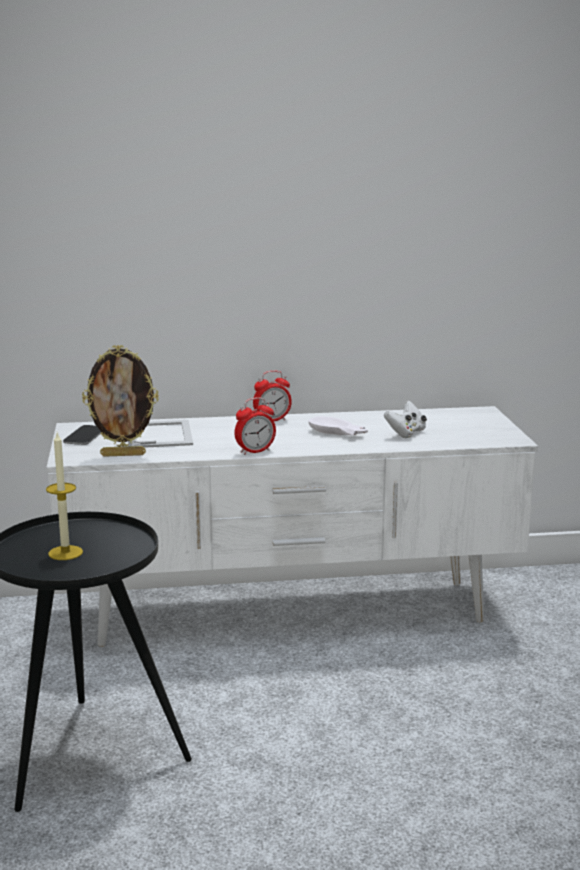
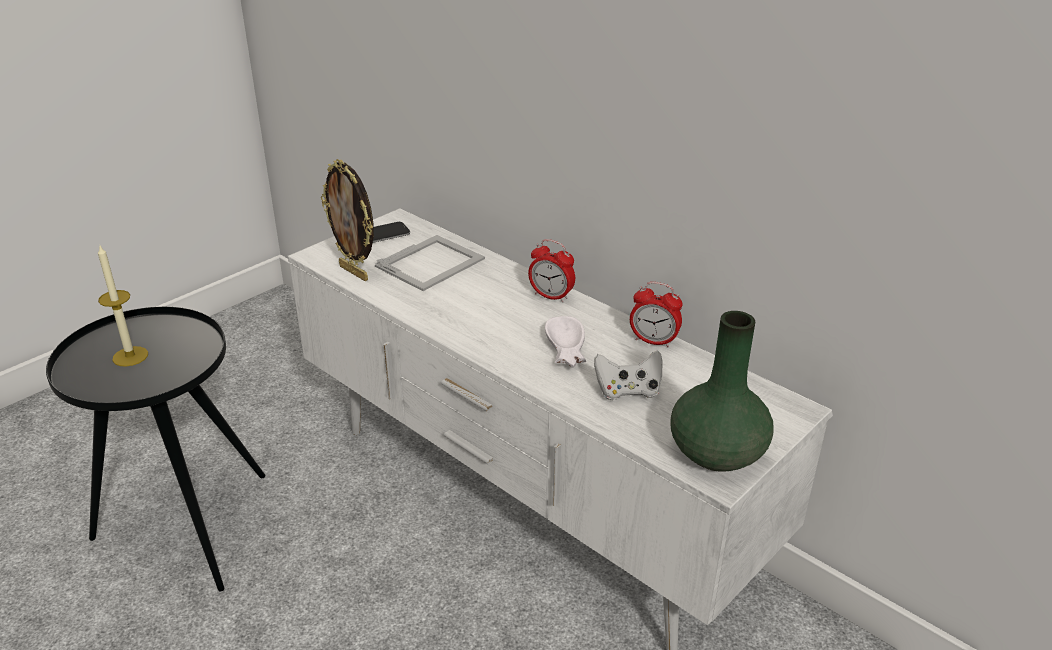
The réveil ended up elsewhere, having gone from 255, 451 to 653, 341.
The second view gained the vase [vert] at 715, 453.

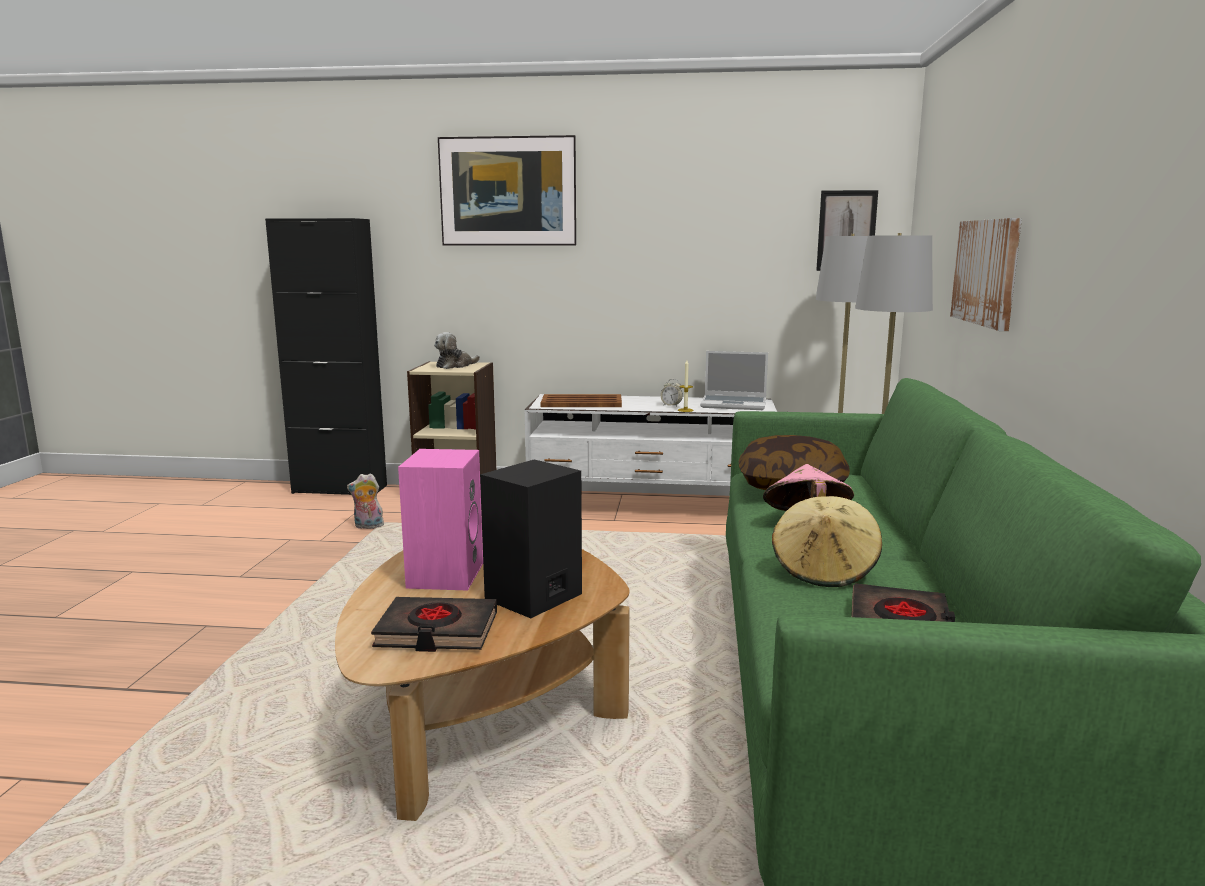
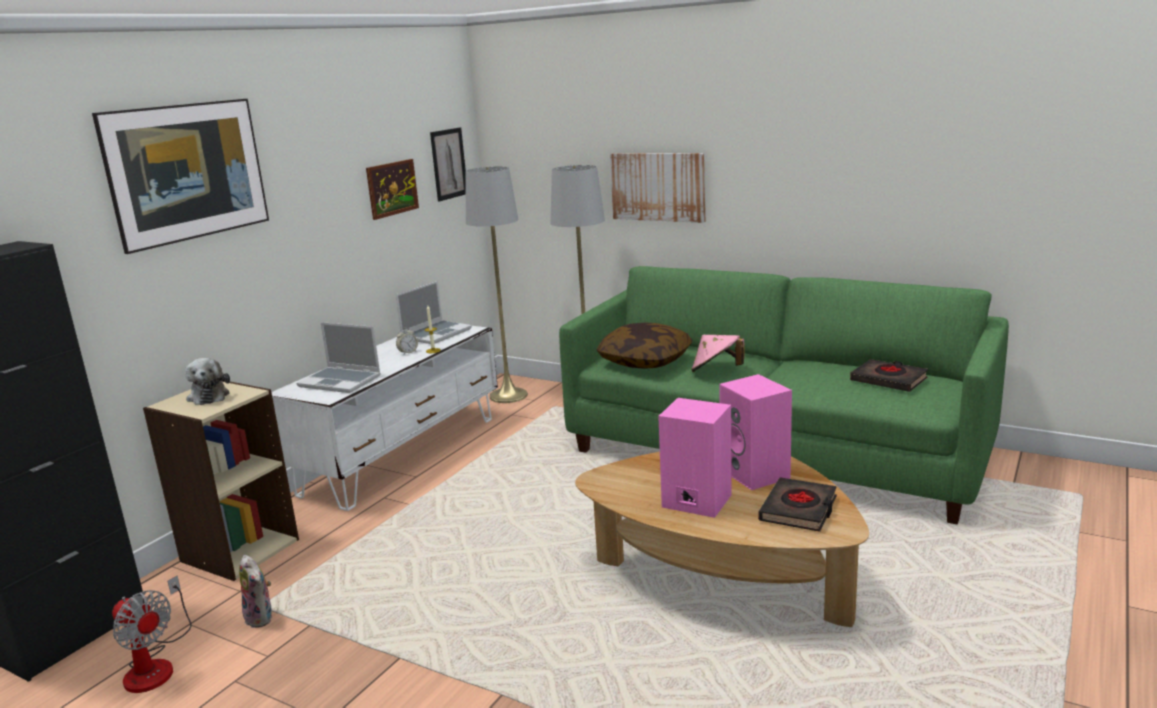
The peluche at 368, 527 ended up facing another way, 60 degrees counterclockwise from before.
What was the enceinte [noir] at 533, 598 turned into the enceinte [rose] at 757, 474.
Where the plateau [marron] stood at 582, 402, the ordinateur portable came to stand at 341, 381.
The second view lost the chapeau [beige] at 824, 571.
The second view gained the ventilateur at 155, 665.
The second view gained the tableau at 392, 188.

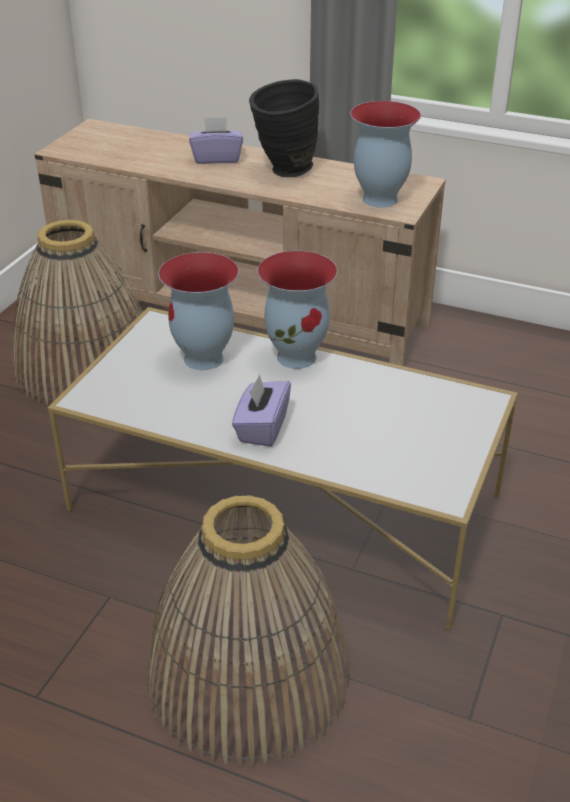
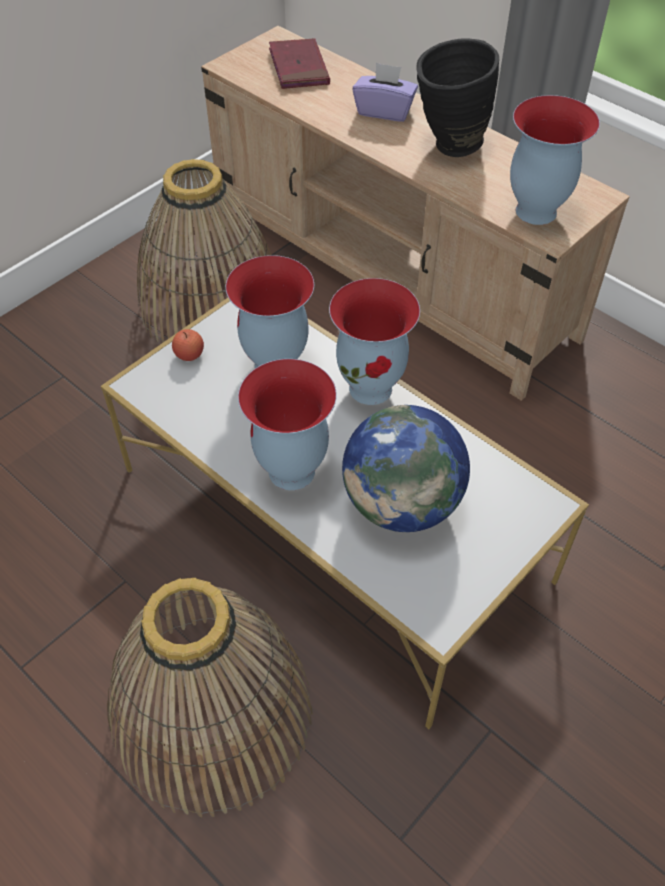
Where the boîte à mouchoirs [violet] stood at 262, 428, the vase came to stand at 292, 472.
The second view gained the pomme at 189, 355.
The second view gained the livre [rouge] at 299, 68.
The second view gained the globe at 402, 503.

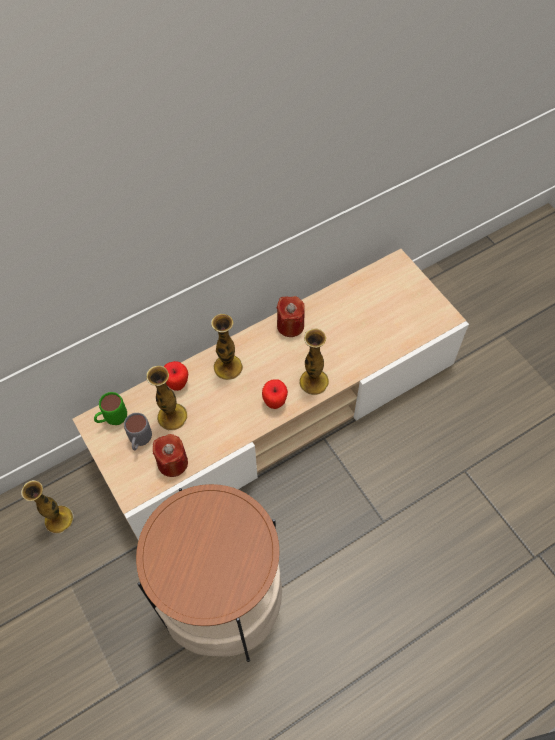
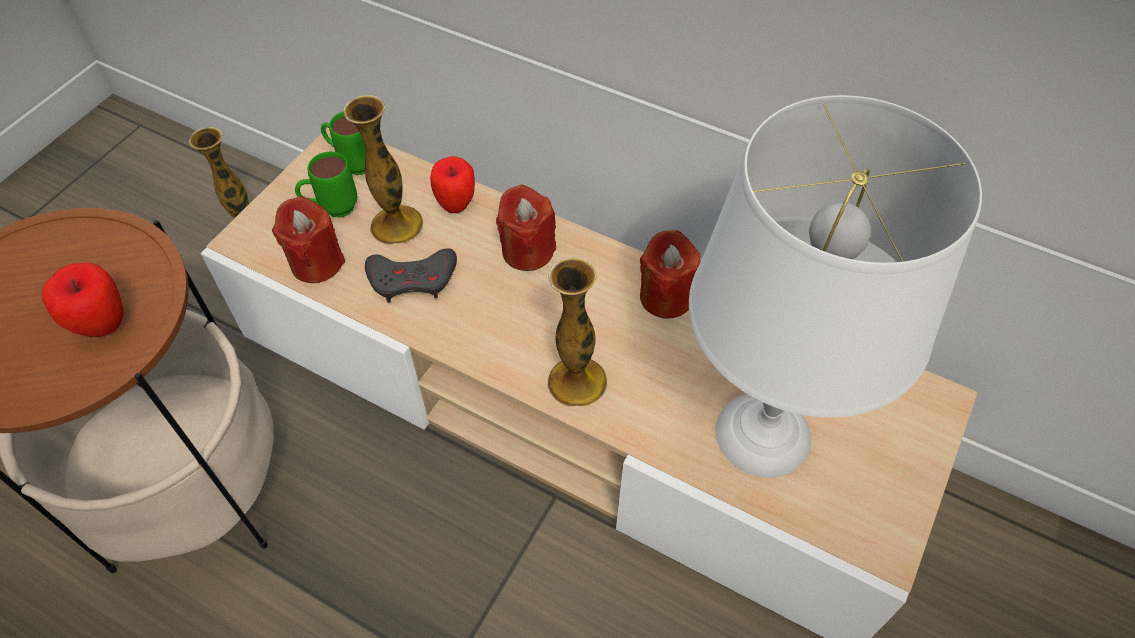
What was the mug [gris] at 140, 442 turned into the mug [vert] at 332, 210.
Where the vase stood at 228, 367, the bougie [rouge] came to stand at 527, 251.
The pomme ended up elsewhere, having gone from 275, 403 to 104, 326.
The second view gained the manette [gris] at 412, 279.
The second view gained the lampe de table [blanc] at 763, 435.

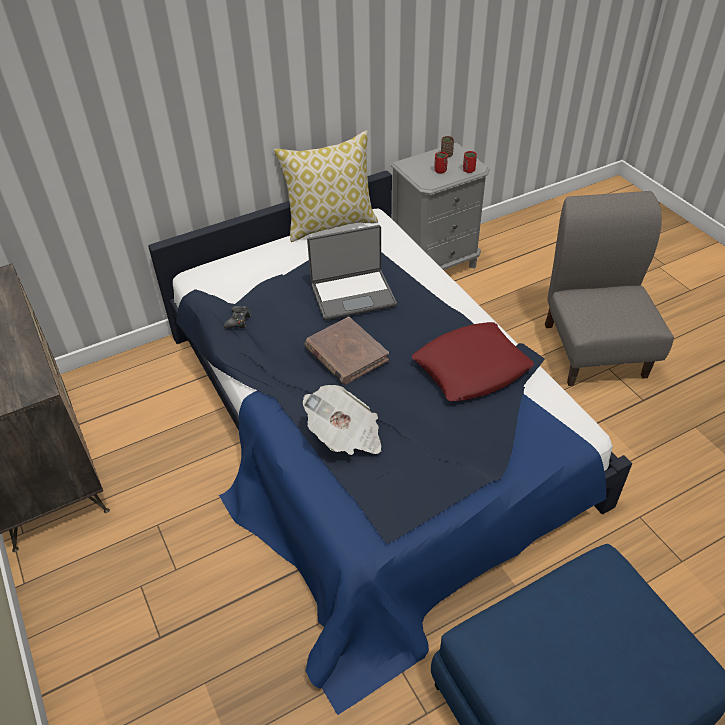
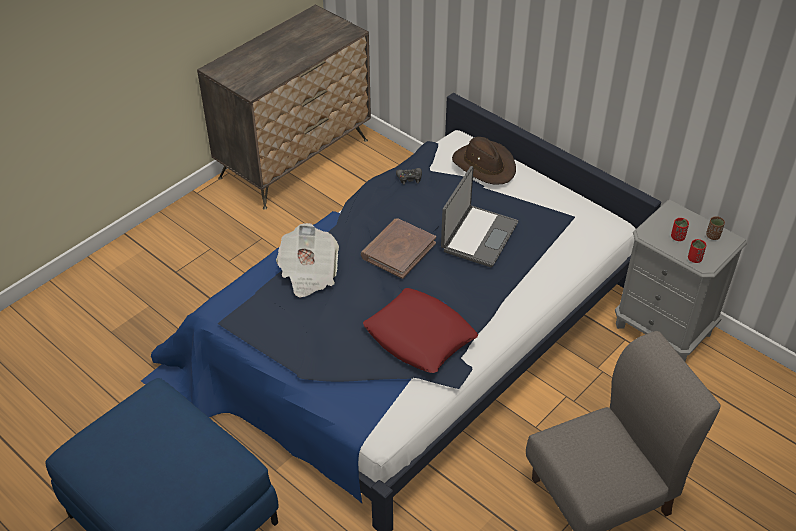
The second view lost the coussin at 330, 224.
The ordinateur portable at 353, 294 ended up facing another way, 120 degrees counterclockwise from before.
The second view gained the chapeau [marron] at 484, 165.

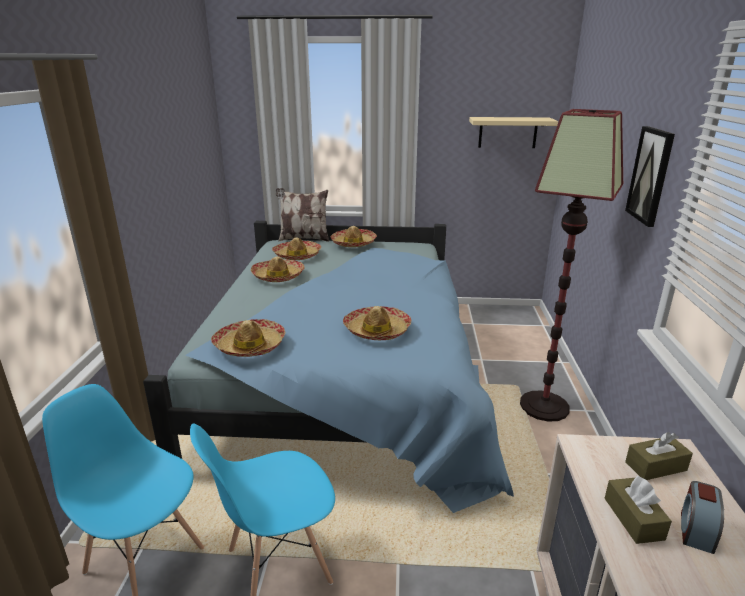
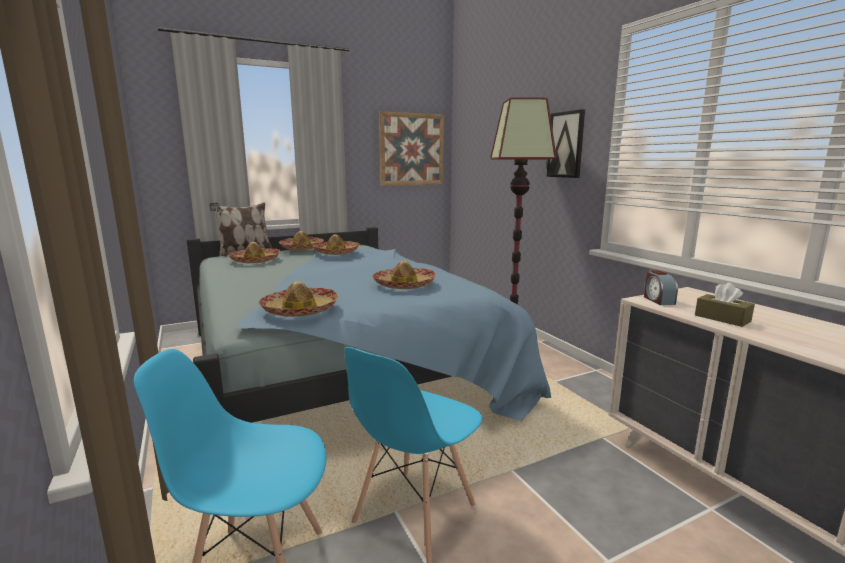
The chapeau ended up elsewhere, having gone from 278, 276 to 336, 252.
Where the étagère [beige] hung at 507, 132, the tableau came to hang at 411, 149.
The second view lost the boîte à mouchoirs [marron] at 655, 466.
The réveil ended up elsewhere, having gone from 696, 530 to 658, 300.

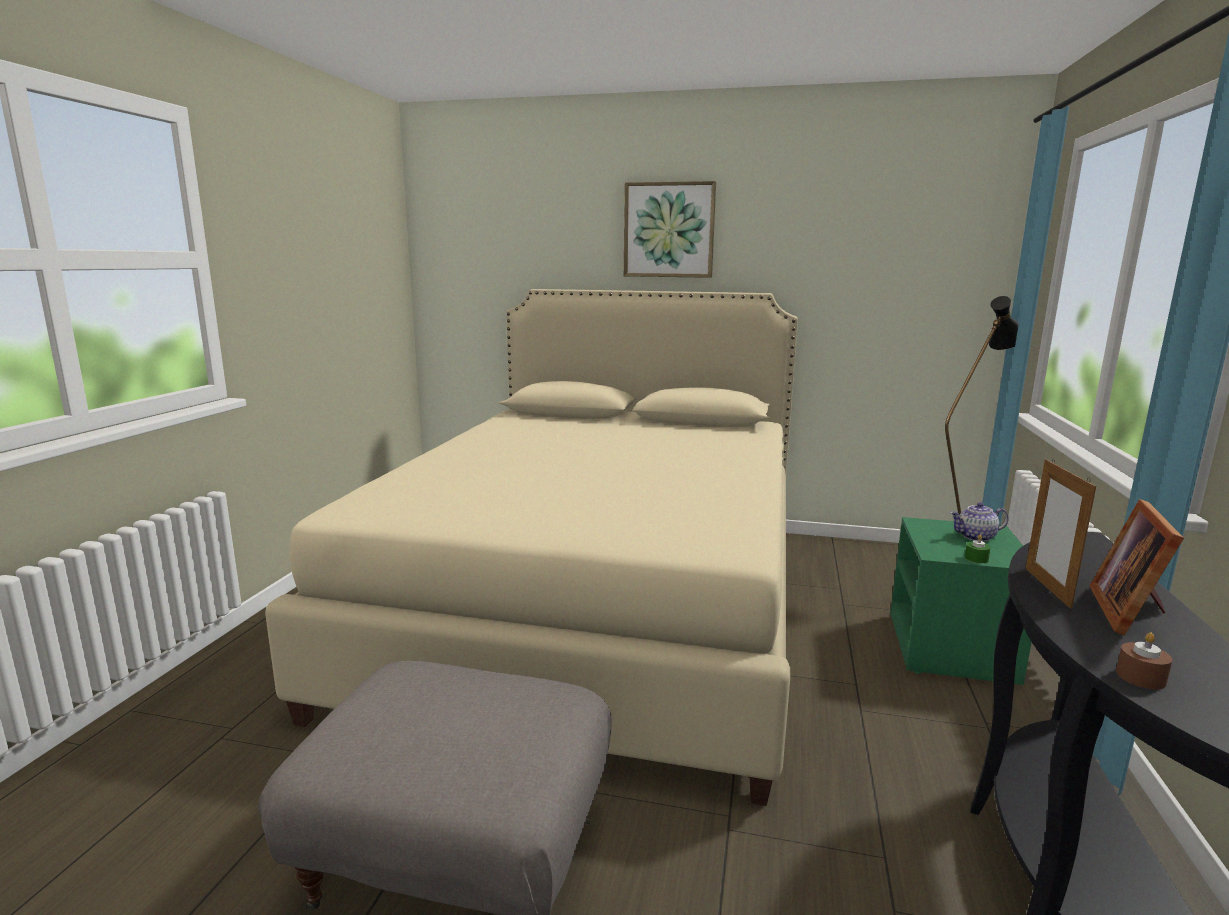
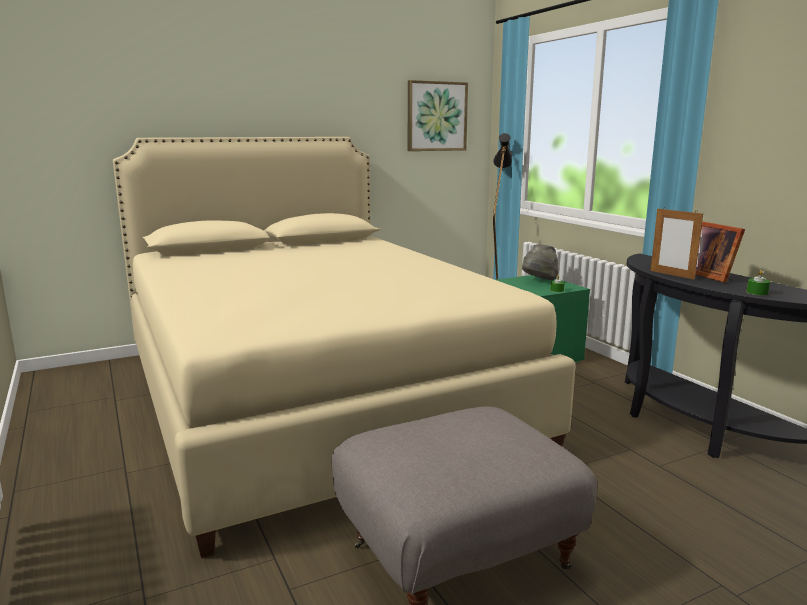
The tableau ended up elsewhere, having gone from 669, 230 to 436, 116.
Where the théière stood at 976, 537, the chapeau [gris] came to stand at 539, 281.
What was the bougie [marron] at 1140, 677 turned into the bougie [vert] at 757, 292.

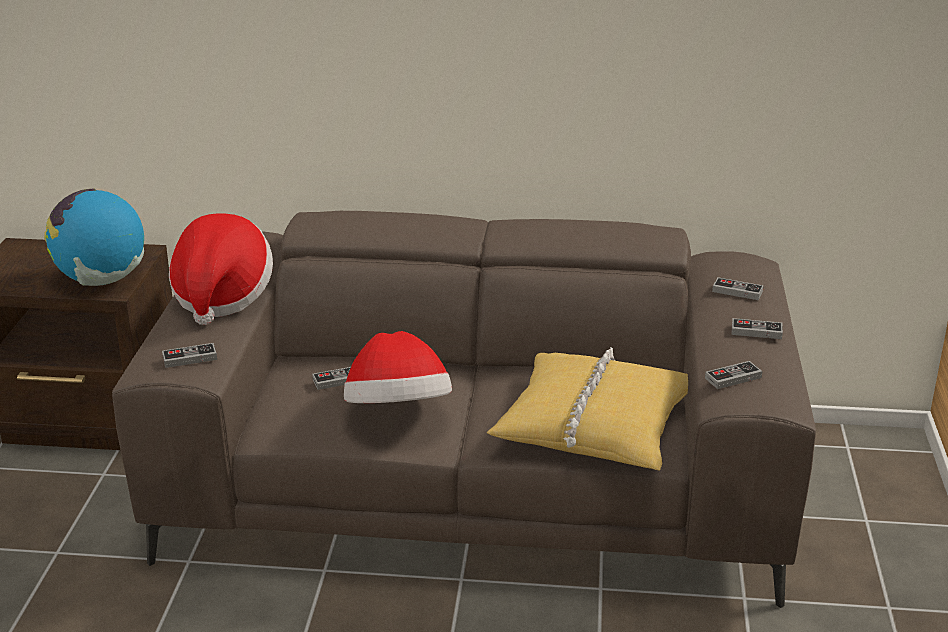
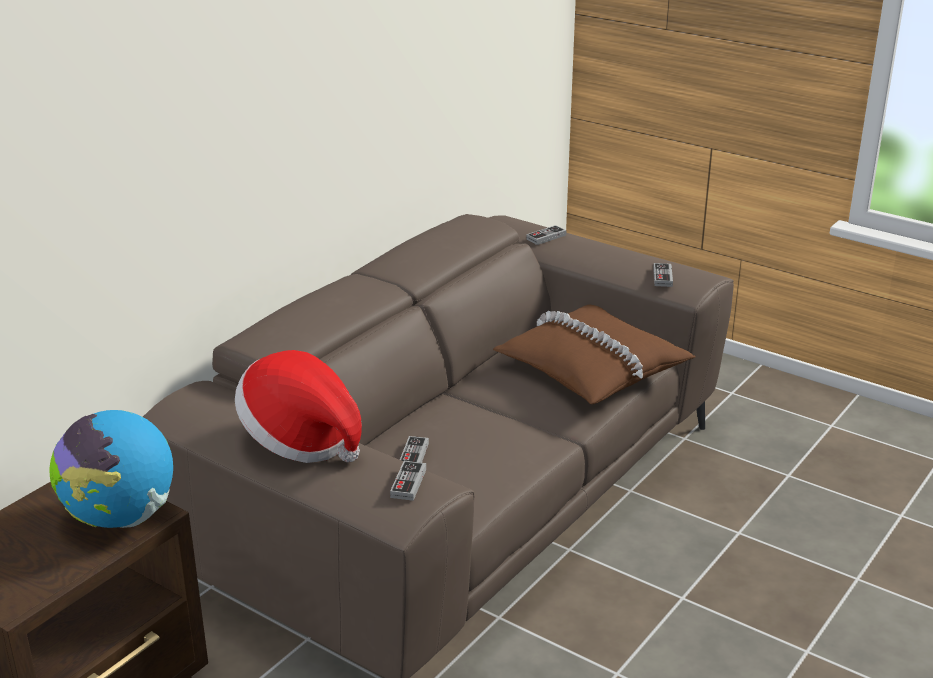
The second view lost the chapeau at 398, 413.
What was the coussin [jaune] at 594, 426 turned into the coussin [marron] at 591, 369.
The second view lost the manette at 756, 331.

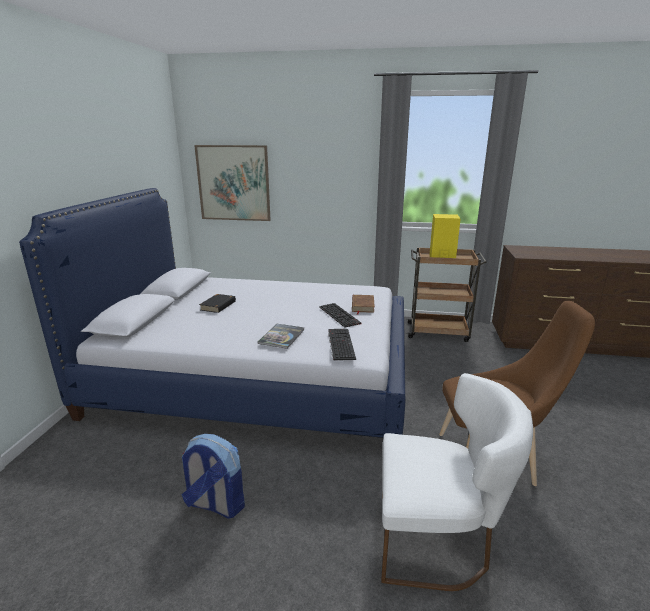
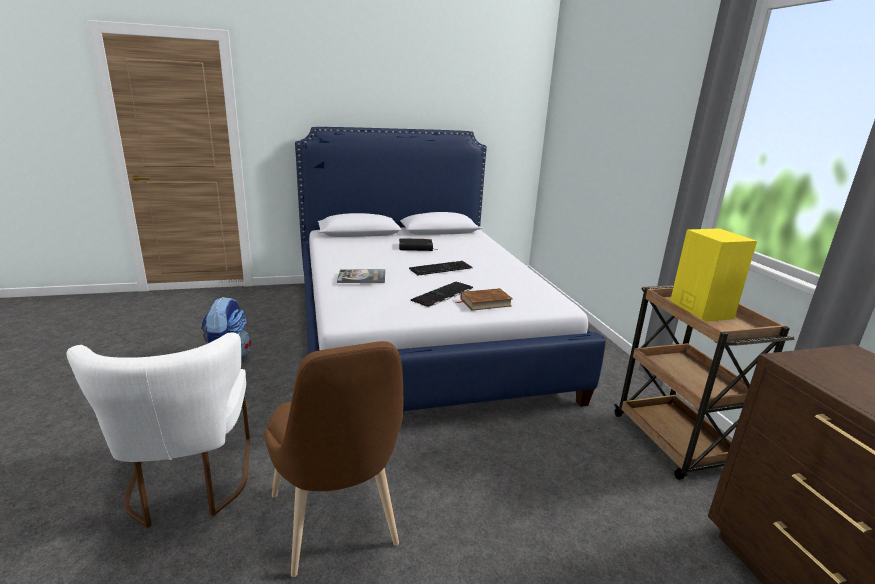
The second view lost the tableau at 233, 183.
The clavier ended up elsewhere, having gone from 340, 344 to 441, 268.

